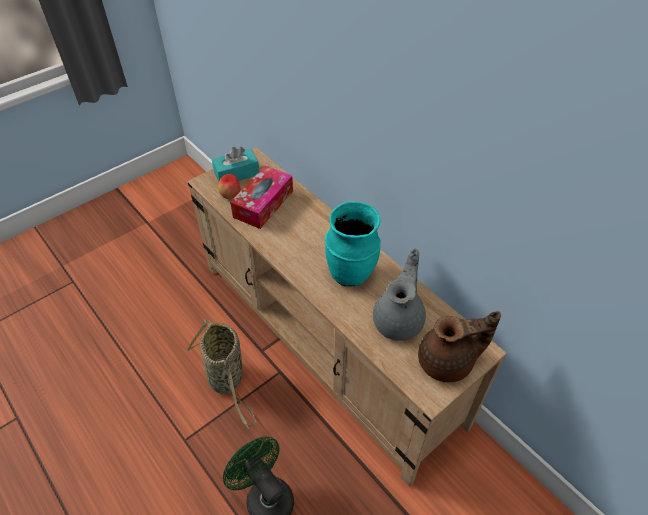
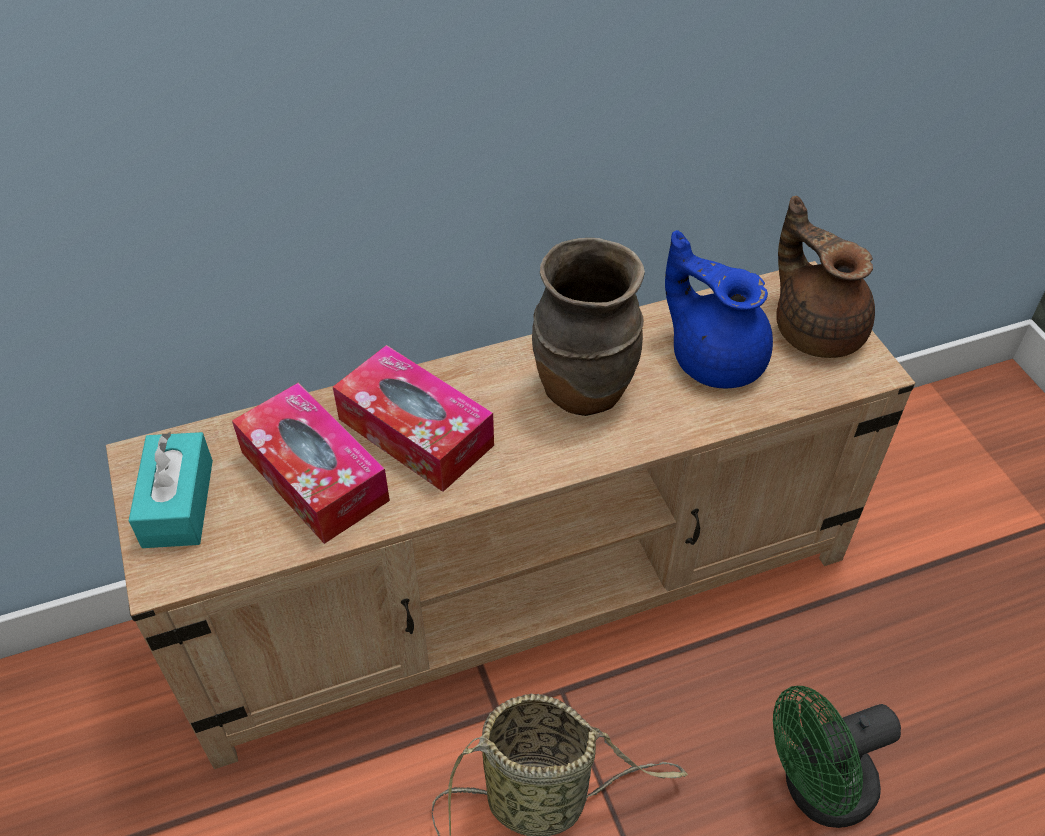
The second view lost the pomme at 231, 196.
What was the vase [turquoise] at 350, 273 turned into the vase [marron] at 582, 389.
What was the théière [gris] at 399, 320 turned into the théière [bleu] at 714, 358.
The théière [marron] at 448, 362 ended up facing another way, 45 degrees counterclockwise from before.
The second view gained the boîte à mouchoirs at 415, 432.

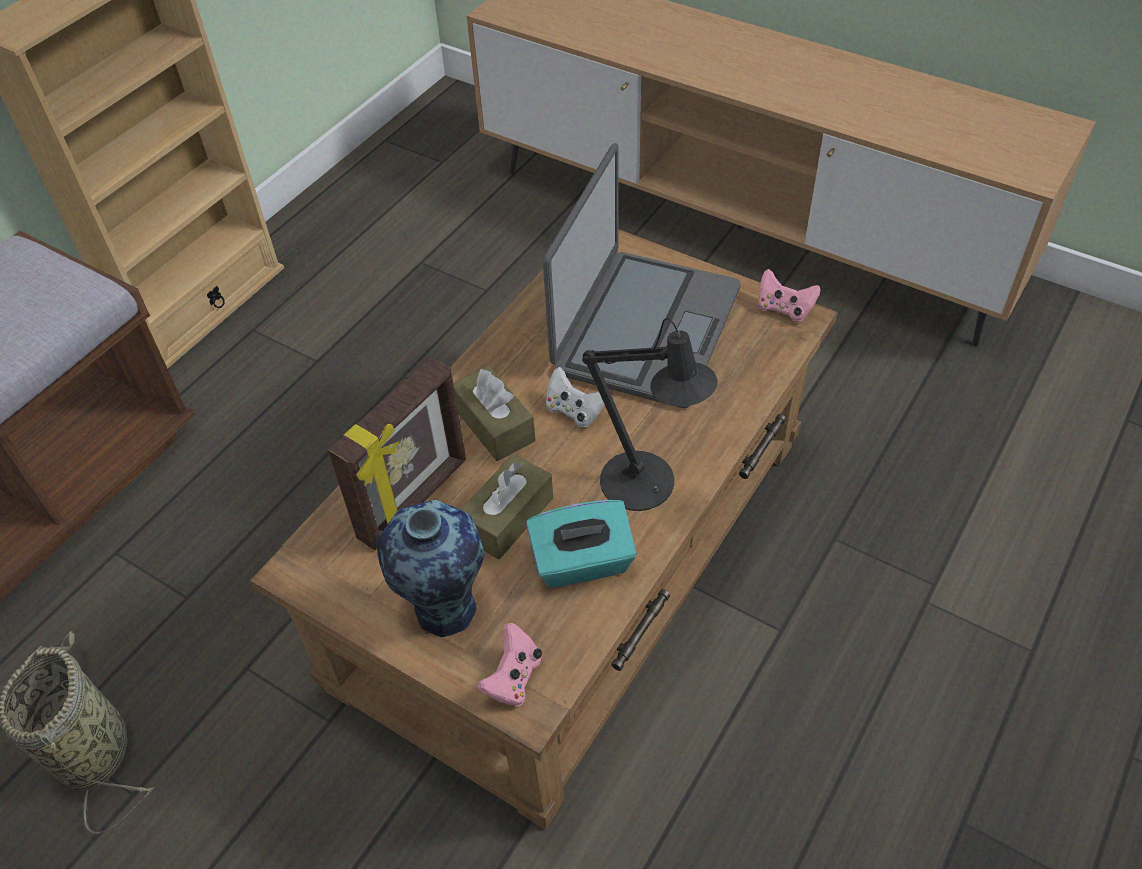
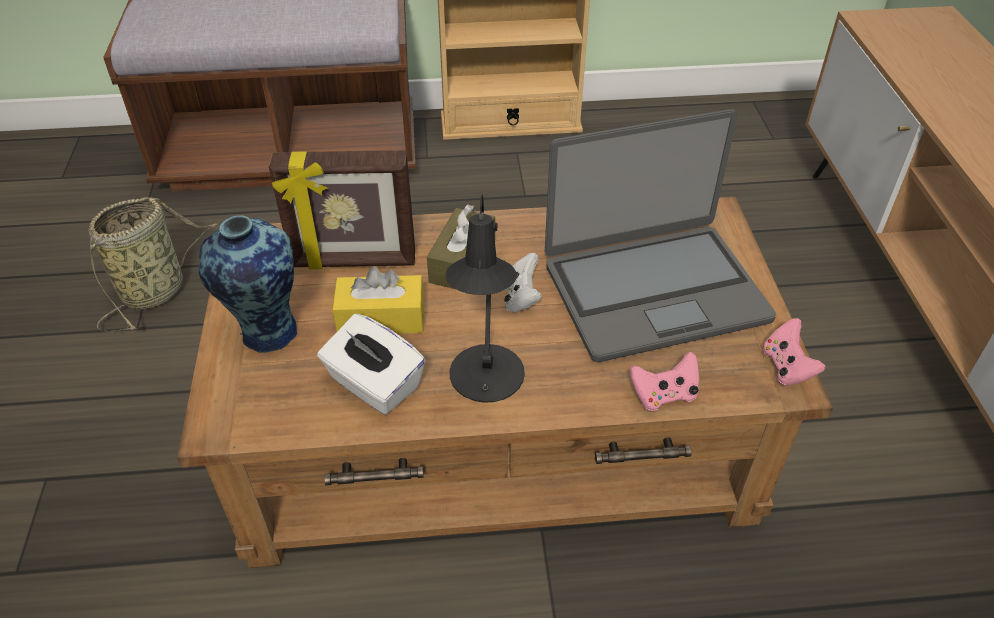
What was the boîte à mouchoirs [marron] at 507, 517 turned into the boîte à mouchoirs [jaune] at 381, 318.
The manette [rose] ended up elsewhere, having gone from 513, 678 to 664, 395.
What was the boîte à mouchoirs [turquoise] at 582, 563 turned into the boîte à mouchoirs [blanc] at 374, 385.

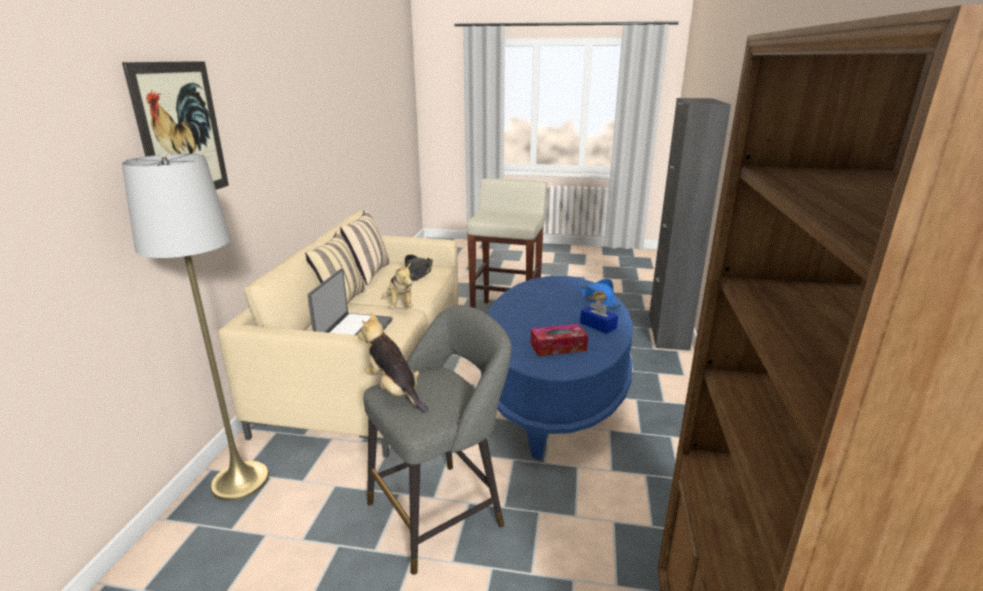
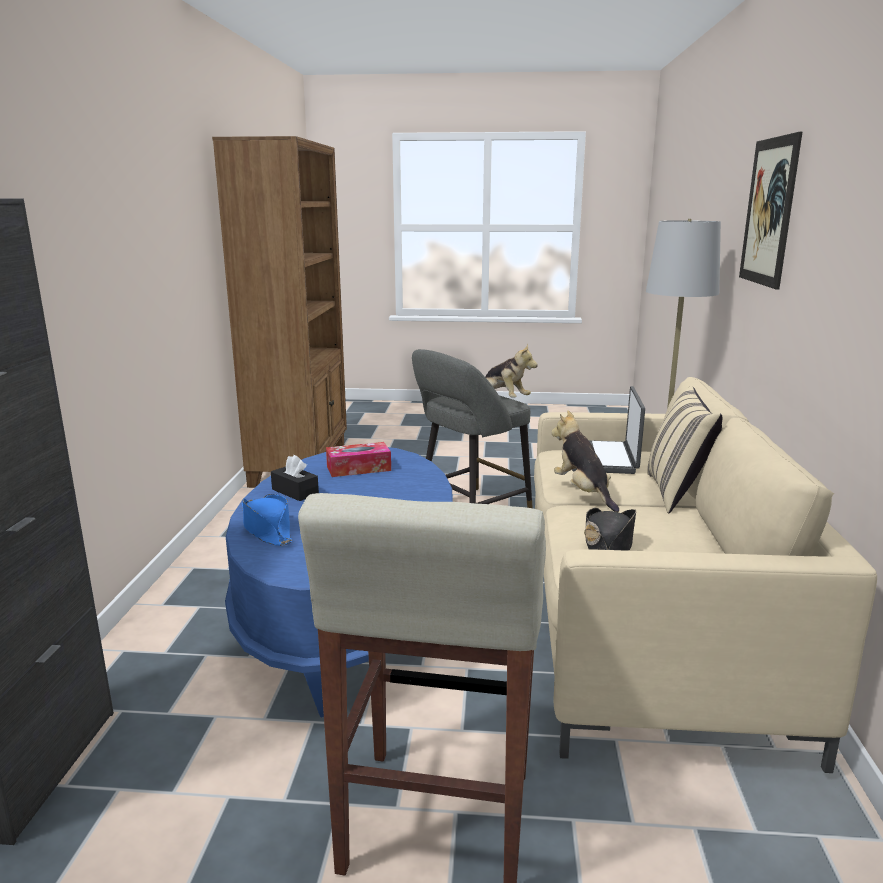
The second view lost the coussin [beige] at 368, 273.
What was the boîte à mouchoirs [bleu] at 598, 325 turned into the boîte à mouchoirs [noir] at 295, 492.

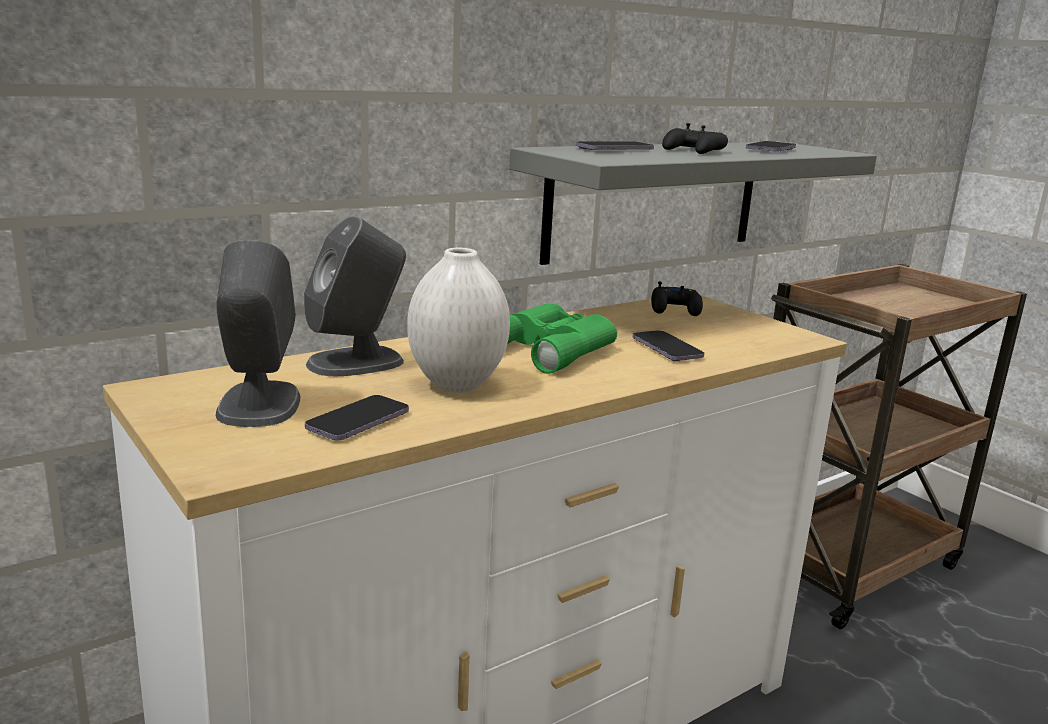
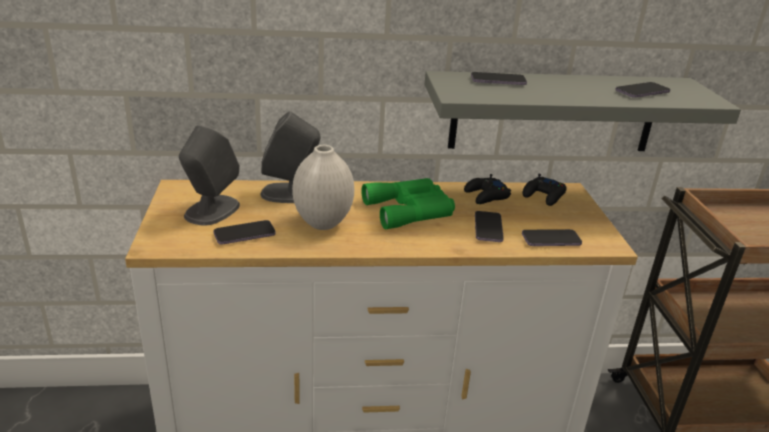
The manette [noir] ended up elsewhere, having gone from 695, 150 to 486, 196.
The second view gained the téléphone at 551, 240.

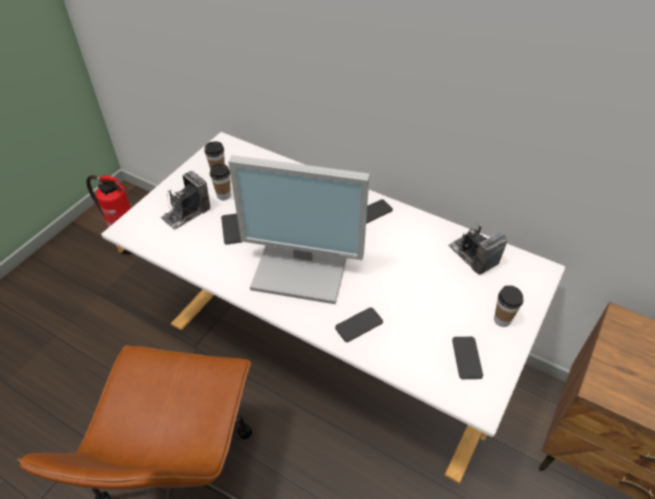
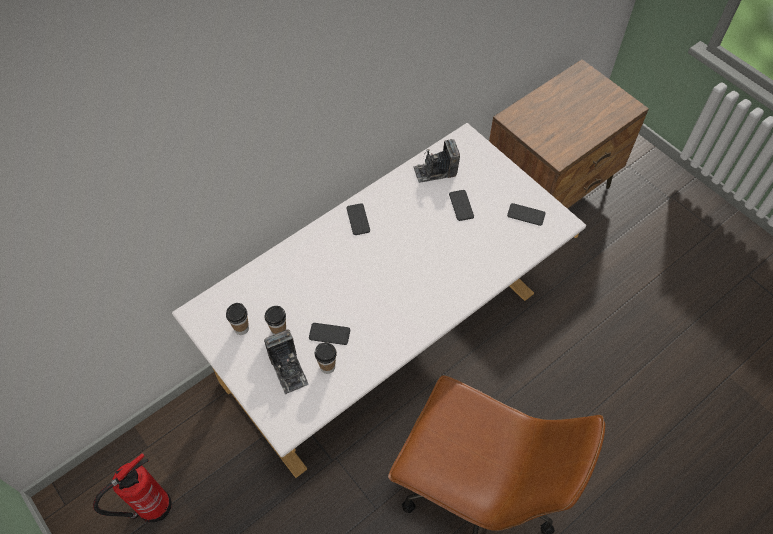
The second view lost the écran d'ordinateur at 303, 266.
The téléphone ended up elsewhere, having gone from 359, 325 to 461, 205.
The tasse ended up elsewhere, having gone from 502, 320 to 327, 367.

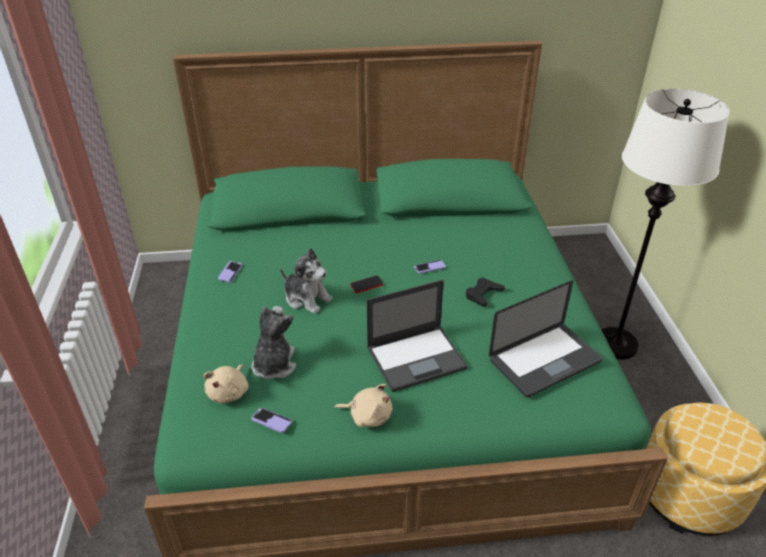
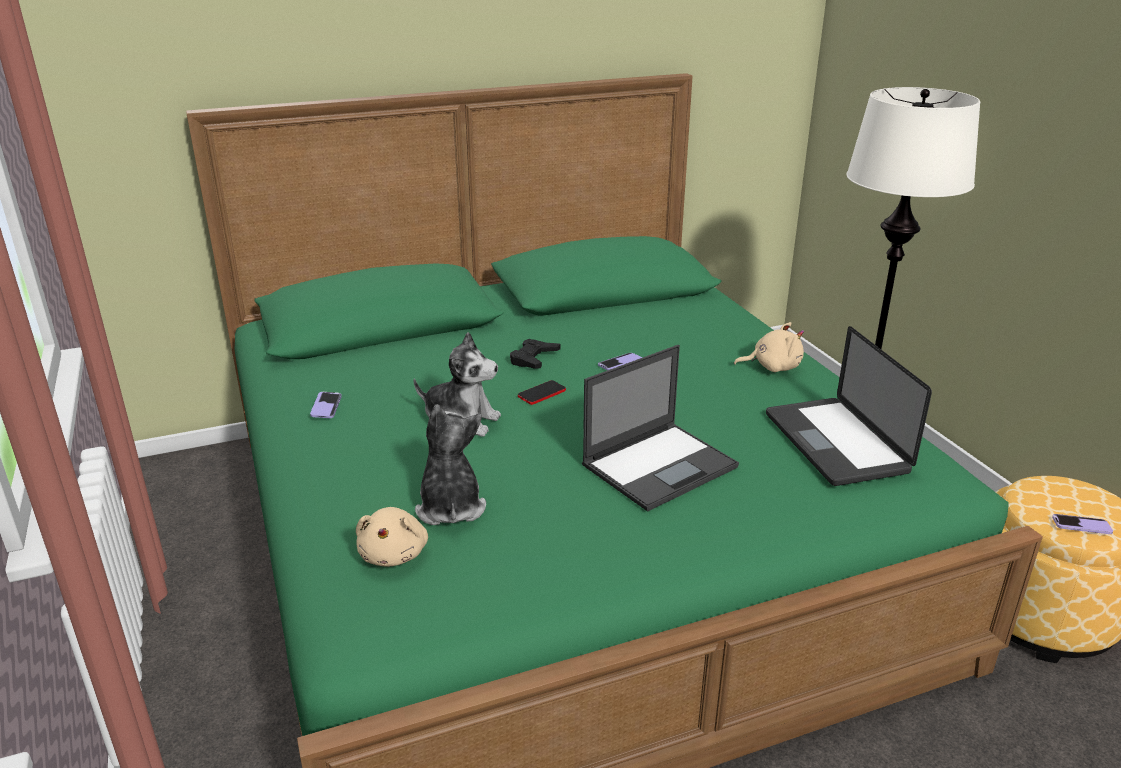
The téléphone ended up elsewhere, having gone from 271, 421 to 1081, 525.
The peluche [beige] ended up elsewhere, having gone from 368, 415 to 772, 367.
The manette [noir] ended up elsewhere, having gone from 483, 294 to 533, 358.
The ordinateur portable at 544, 361 ended up facing another way, 120 degrees clockwise from before.

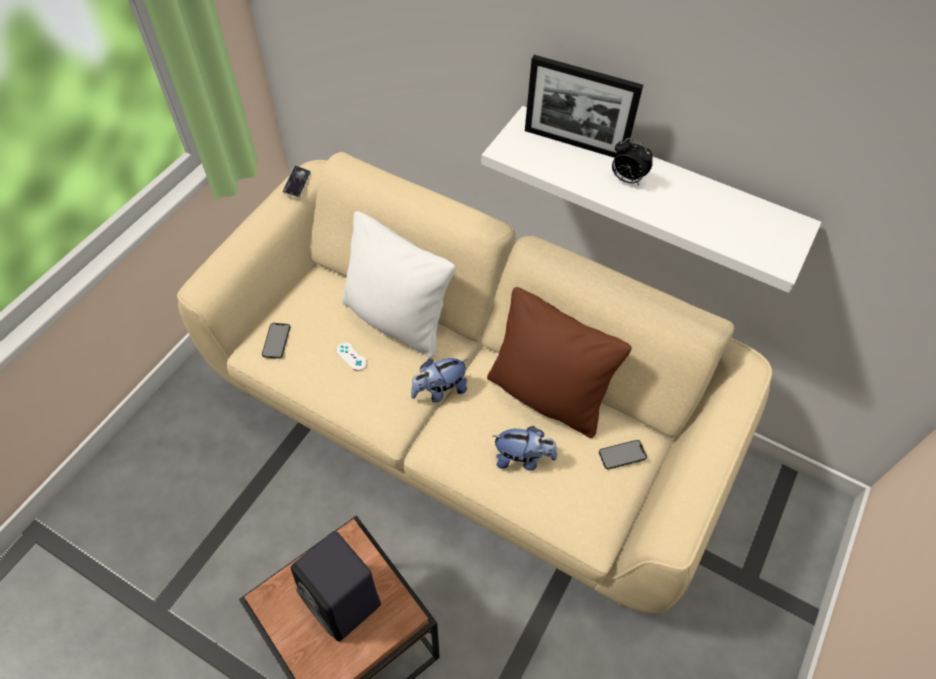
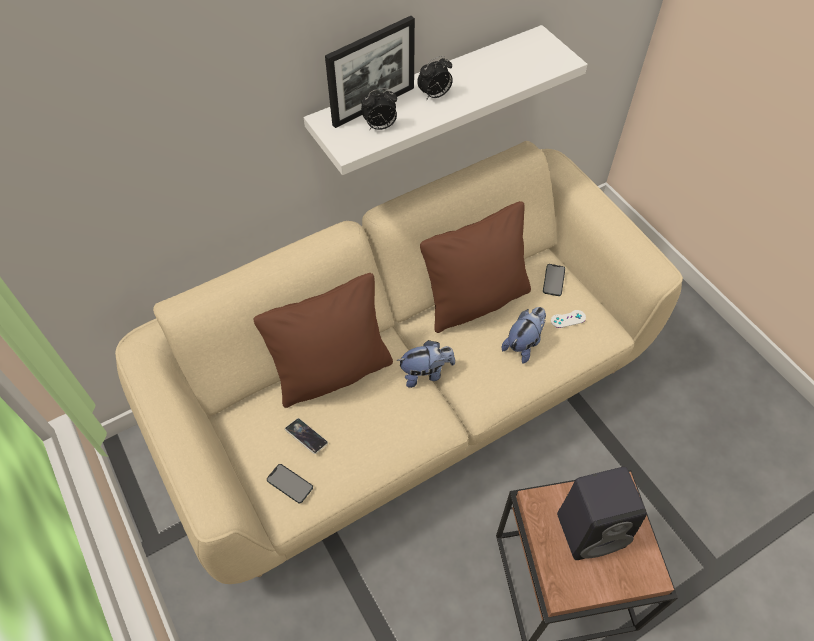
The téléphone ended up elsewhere, having gone from 297, 184 to 306, 437.
The manette [blanc] ended up elsewhere, having gone from 351, 356 to 568, 319.
What was the coussin [blanc] at 397, 319 turned into the coussin [marron] at 333, 372.
The peluche at 440, 390 ended up facing another way, 105 degrees counterclockwise from before.
The second view gained the réveil at 380, 127.

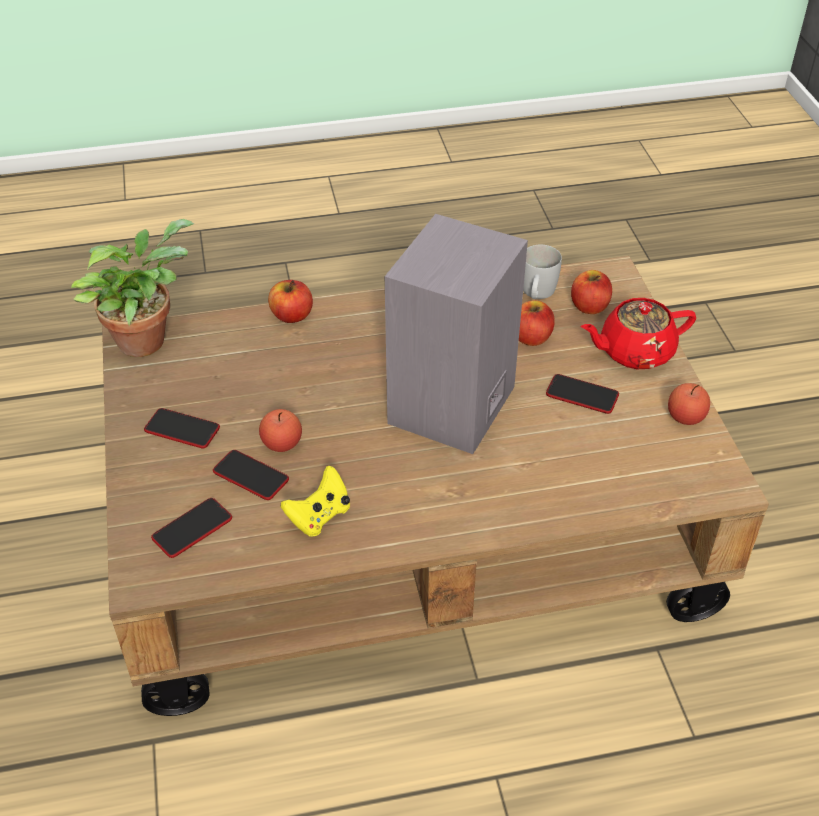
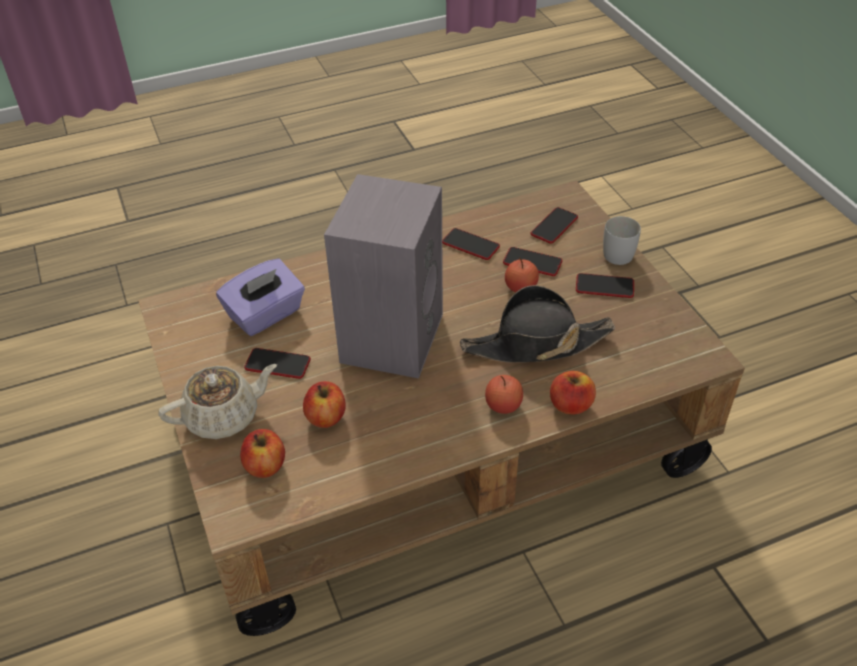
The second view lost the plante en pot at 145, 338.
Where the manette [jaune] stood at 319, 516, the téléphone came to stand at 470, 245.
The mug [blanc] ended up elsewhere, having gone from 537, 294 to 617, 251.
What was the théière [rouge] at 634, 352 turned into the théière [beige] at 224, 416.
The pomme ended up elsewhere, having gone from 685, 417 to 503, 405.
The second view gained the boîte à mouchoirs [violet] at 266, 315.
The second view gained the chapeau [noir] at 536, 344.

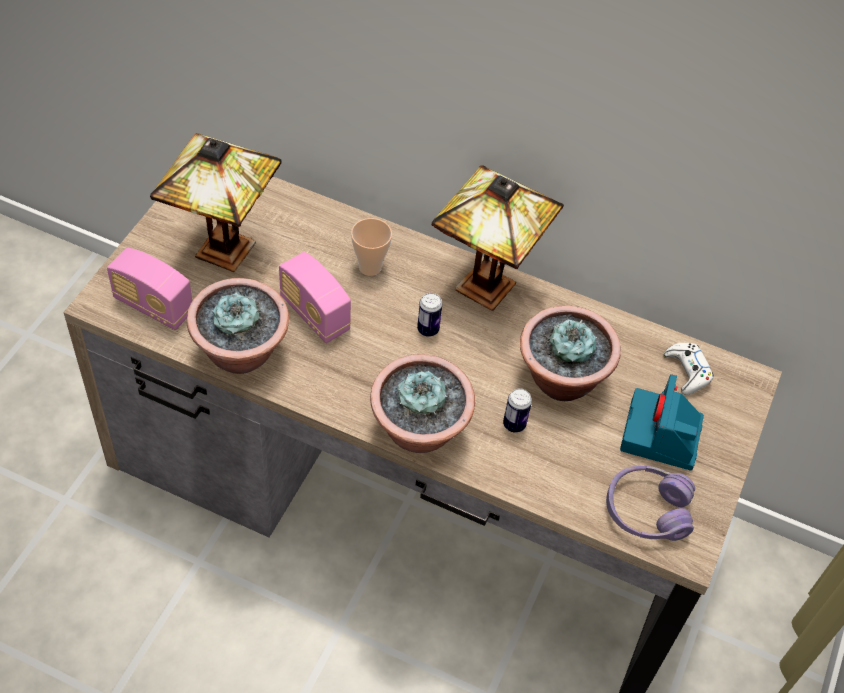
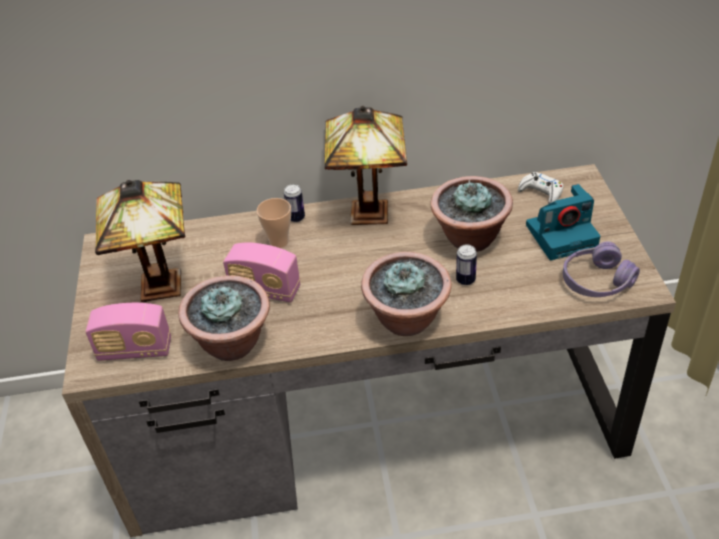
The boîte métallique ended up elsewhere, having gone from 428, 329 to 296, 218.
The appareil photo at 661, 436 ended up facing another way, 90 degrees counterclockwise from before.

